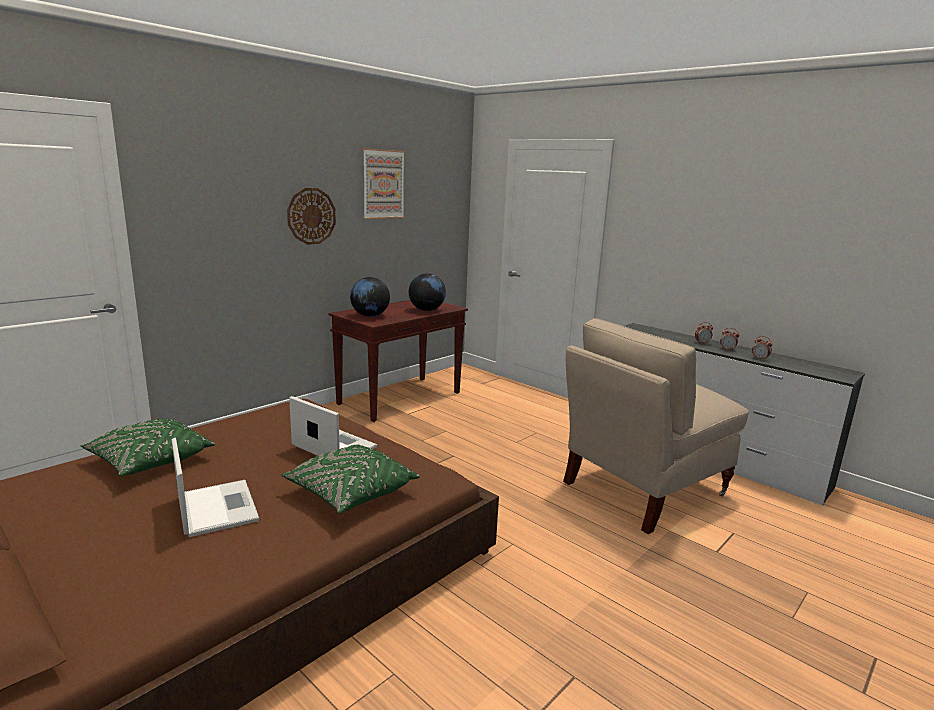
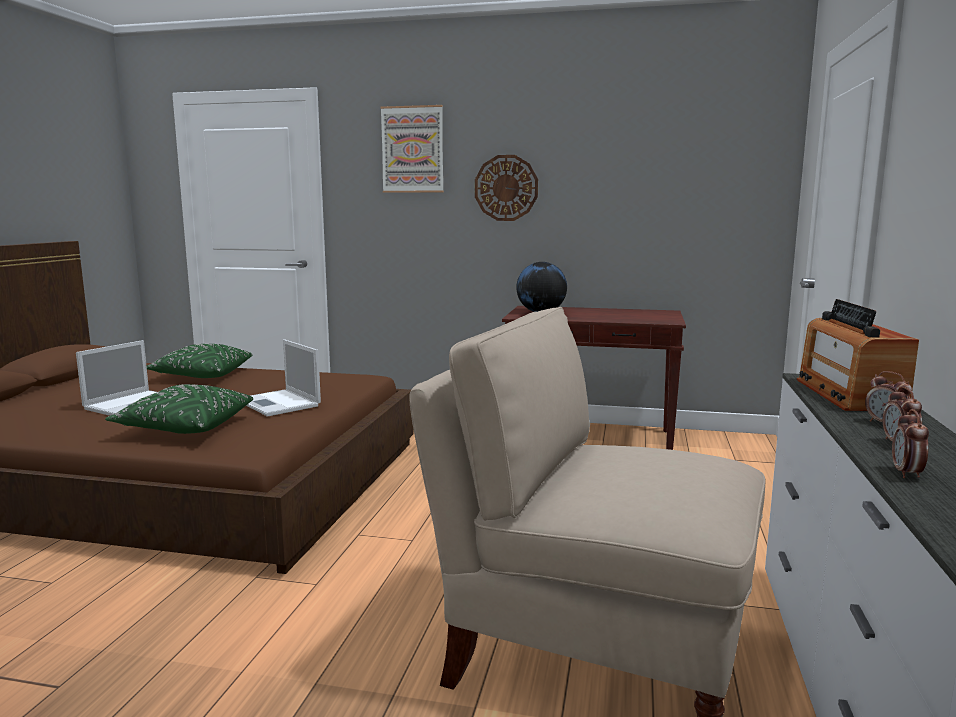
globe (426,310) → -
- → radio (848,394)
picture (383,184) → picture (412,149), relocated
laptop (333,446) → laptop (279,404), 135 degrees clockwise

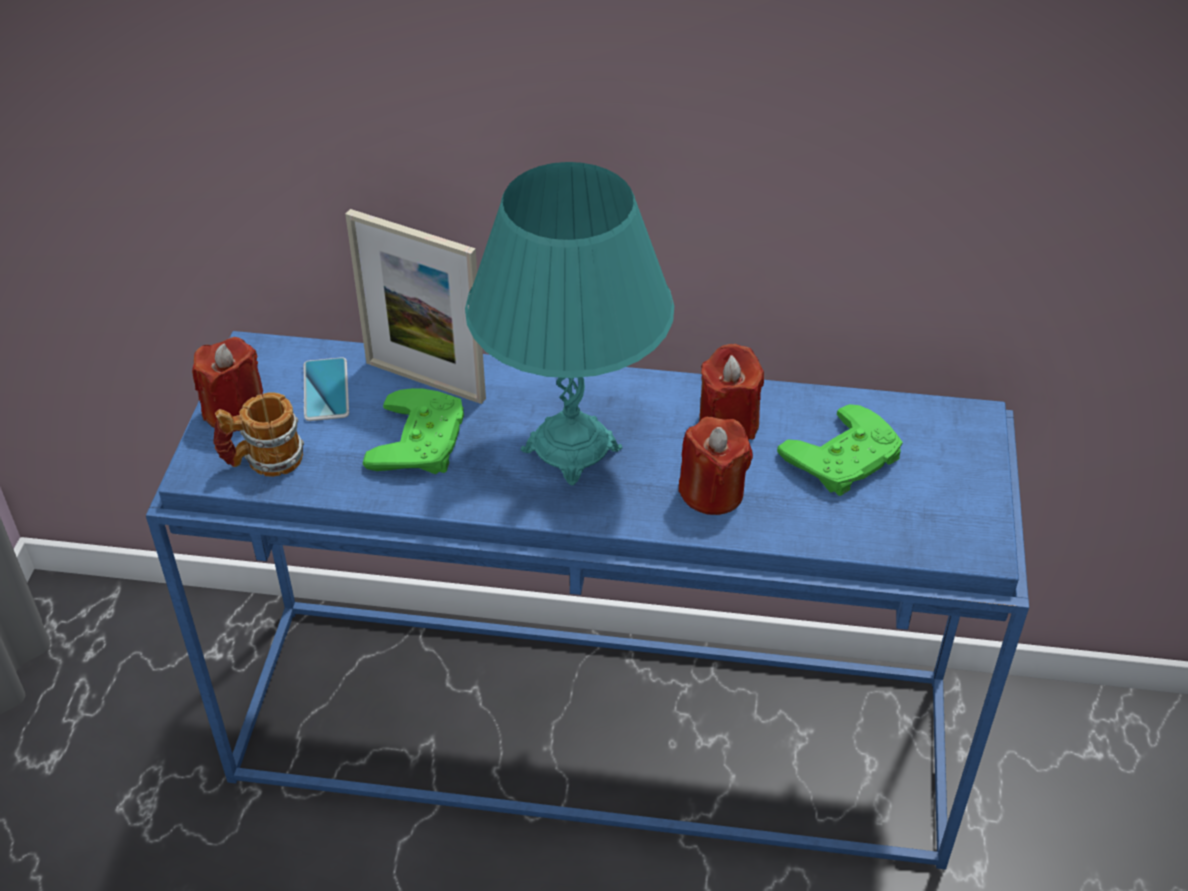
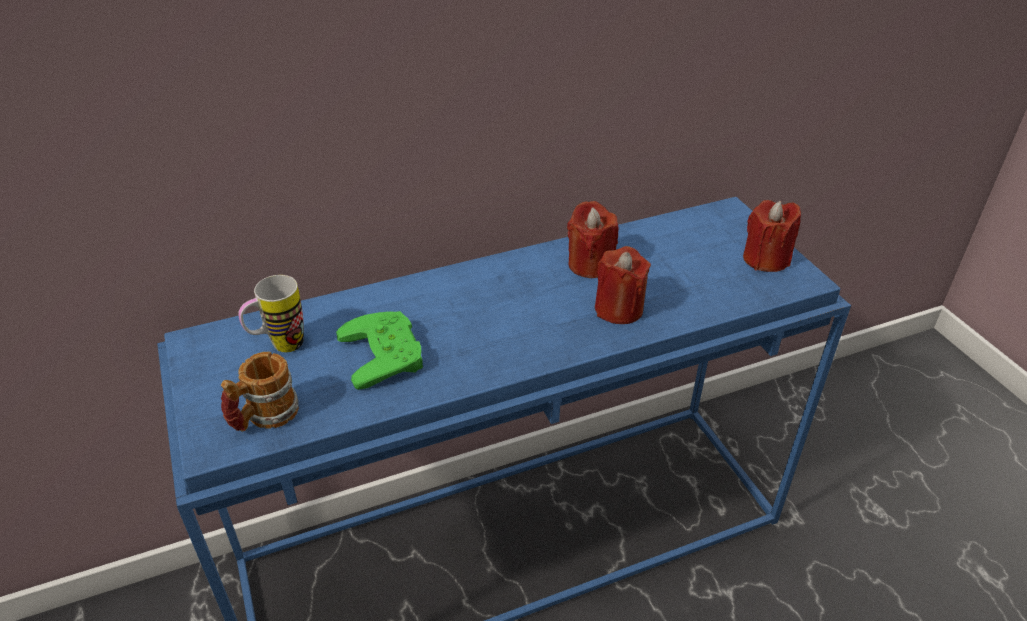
picture frame (425,380) → -
turquoise table lamp (572,449) → -
green game controller (846,461) → -
red candle (236,412) → red candle (765,259), relocated
phone (326,390) → mug (279,347)

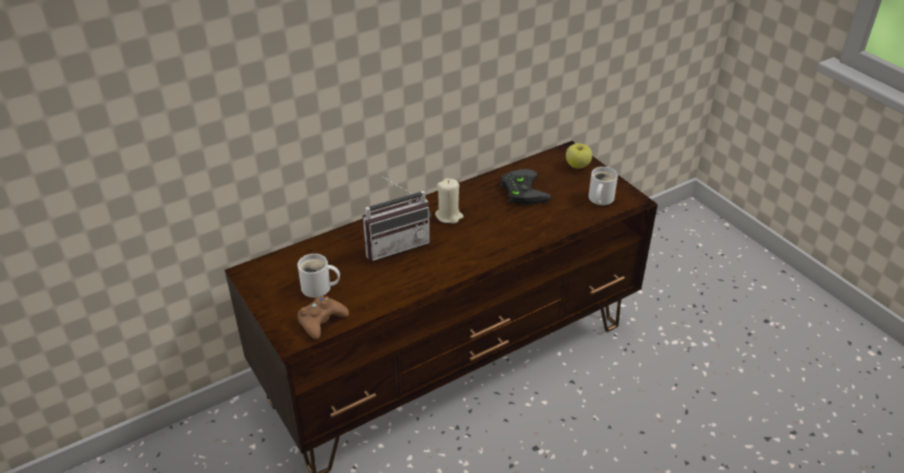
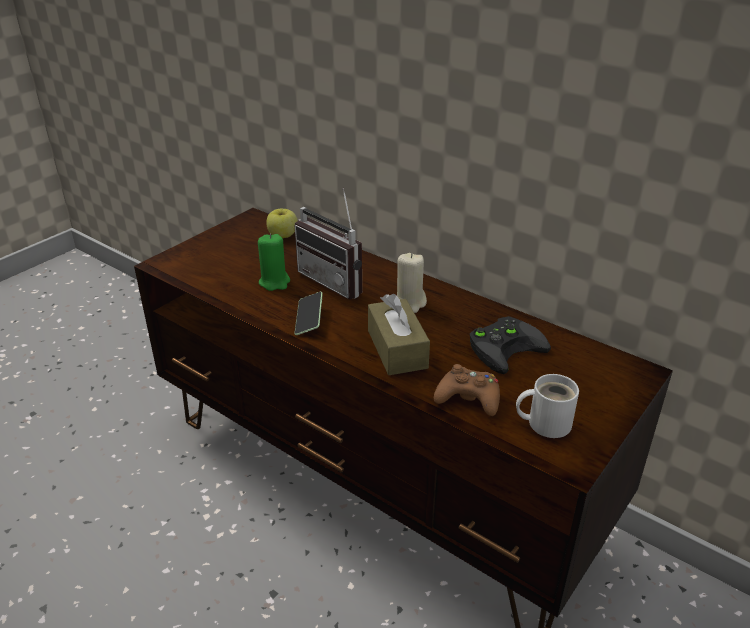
white mug (319,288) → -
- → green candle (274,282)
- → phone (309,320)
- → brown tissue box (397,349)
brown game controller (321,321) → brown game controller (468,398), relocated
apple (577,165) → apple (283,236), relocated

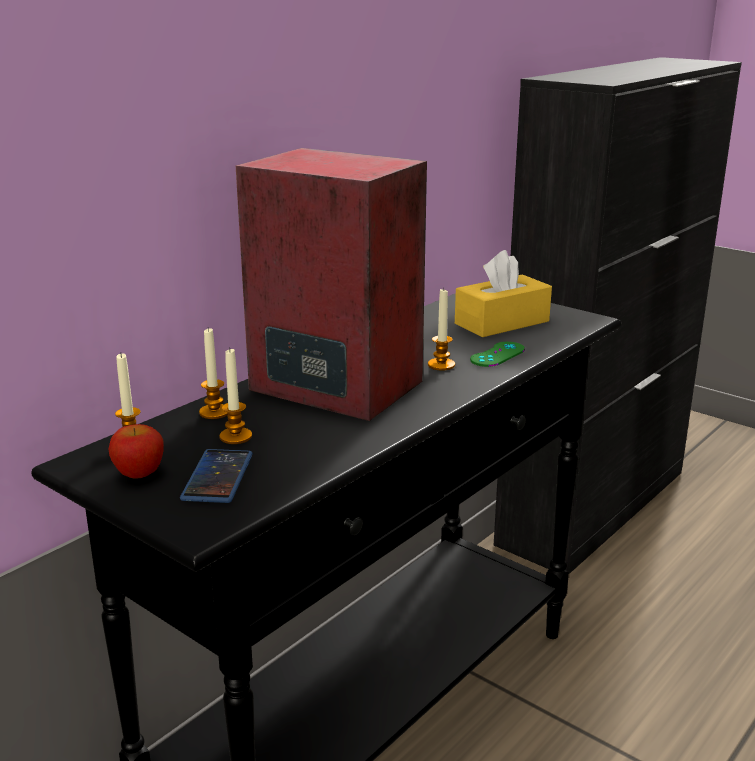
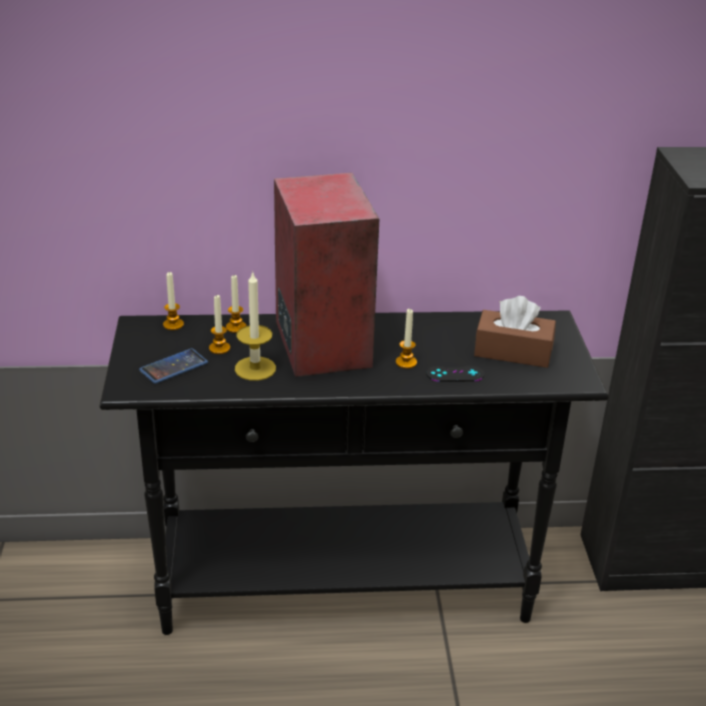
apple (139,473) → -
- → candle (255,368)
yellow tissue box (502,322) → brown tissue box (513,351)
green game controller (497,355) → black game controller (455,374)

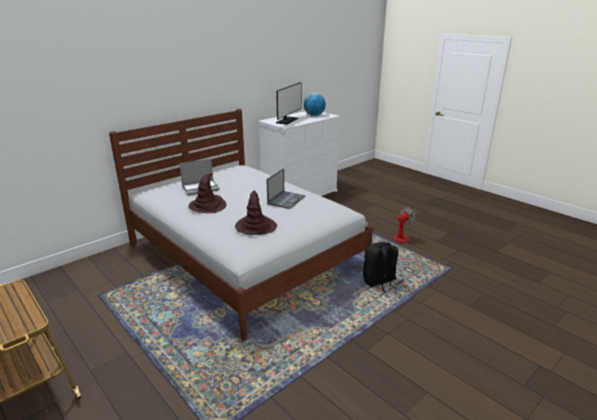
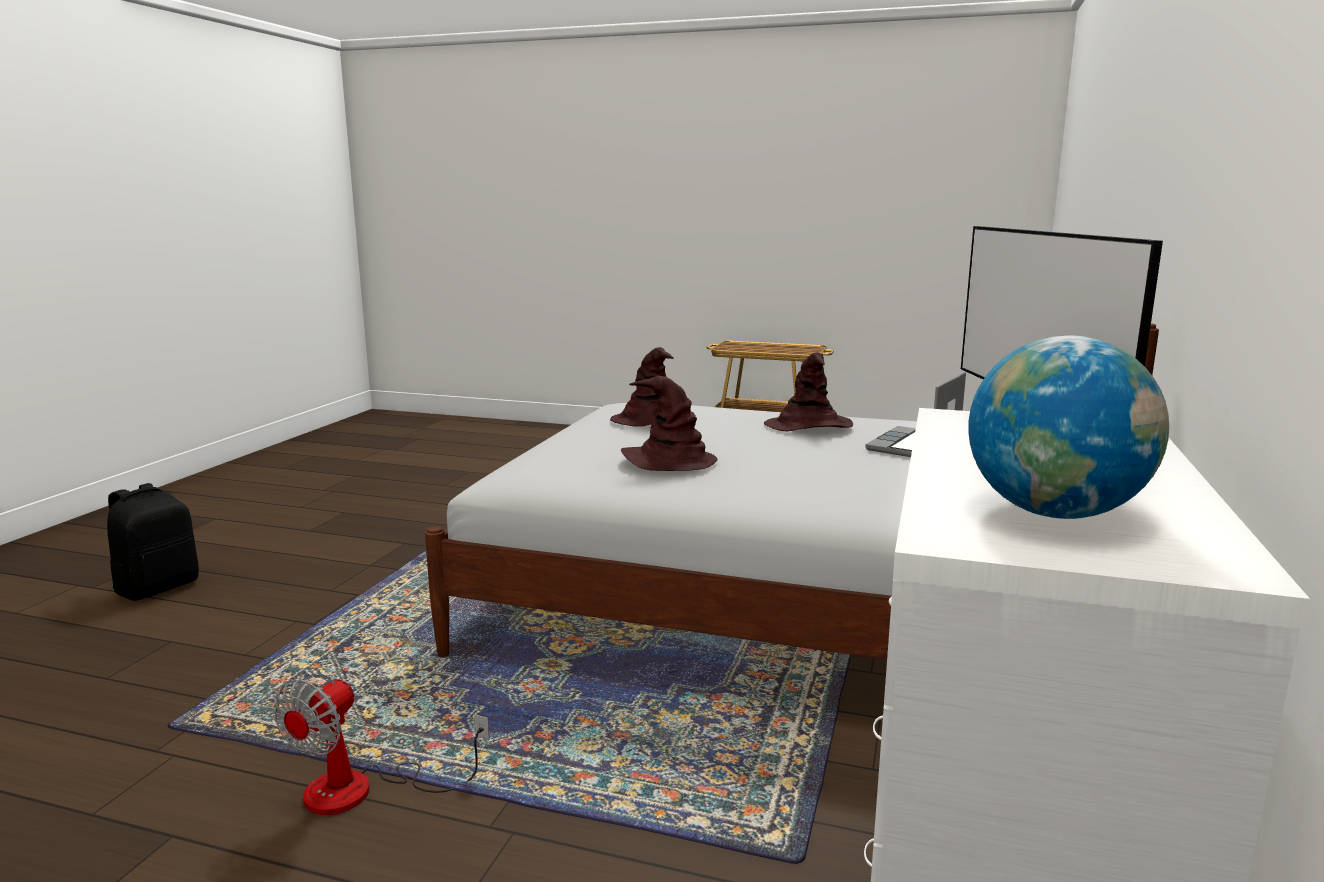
black backpack (379,282) → black backpack (158,587), relocated
laptop (286,200) → brown hat (669,460)

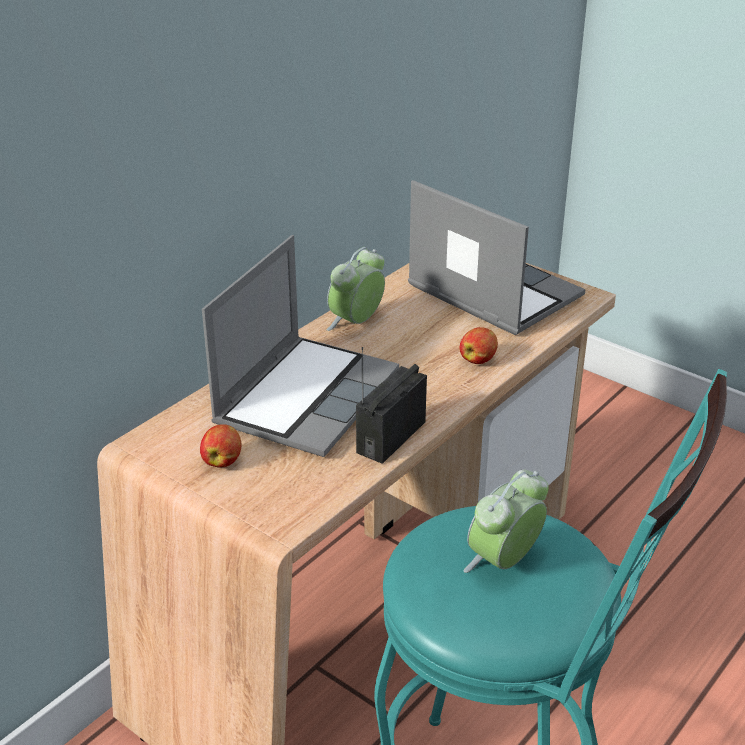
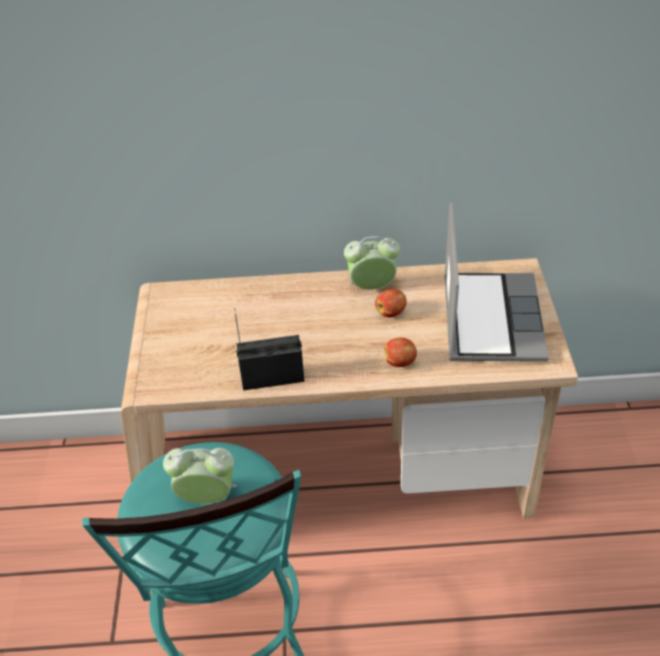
laptop (306,396) → -
apple (222,461) → apple (391,312), relocated

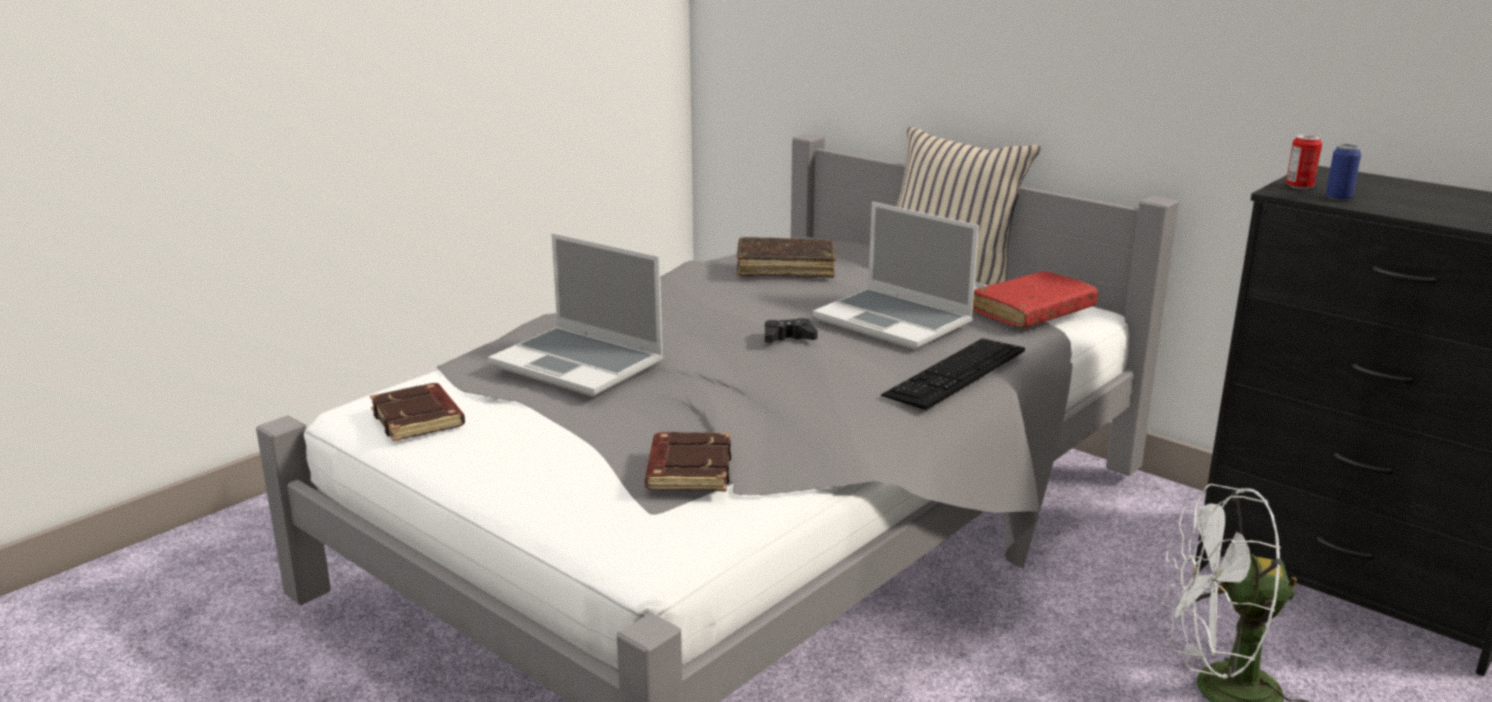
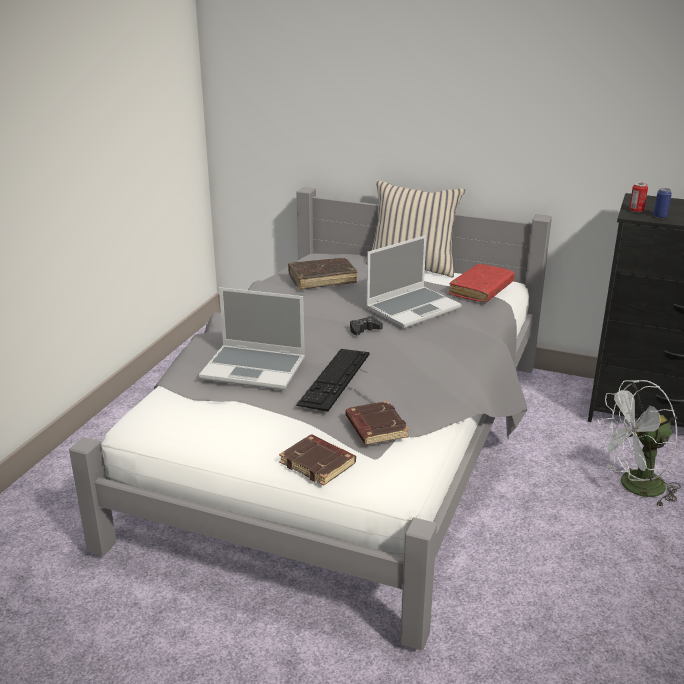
brown book (419,419) → brown book (319,464), relocated
keyboard (955,372) → keyboard (334,378), relocated
laptop (895,321) → laptop (413,308), 60 degrees counterclockwise

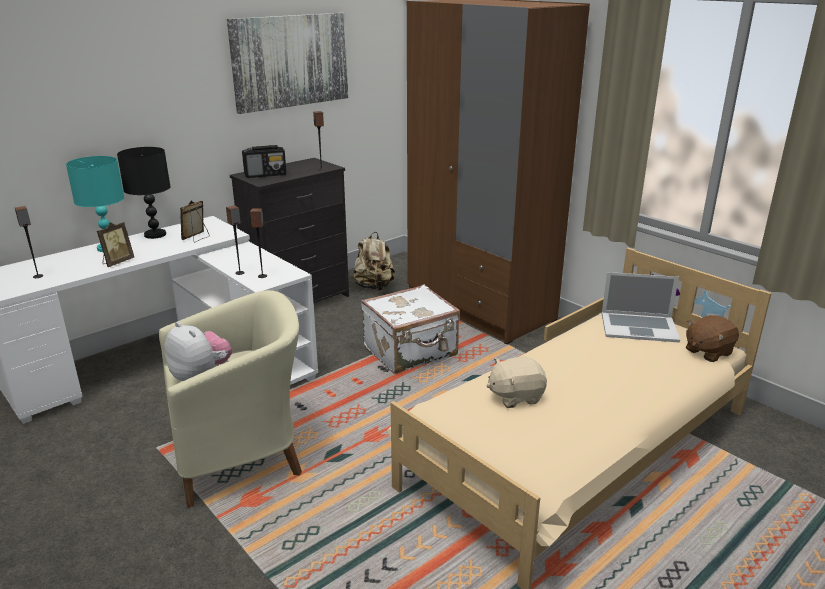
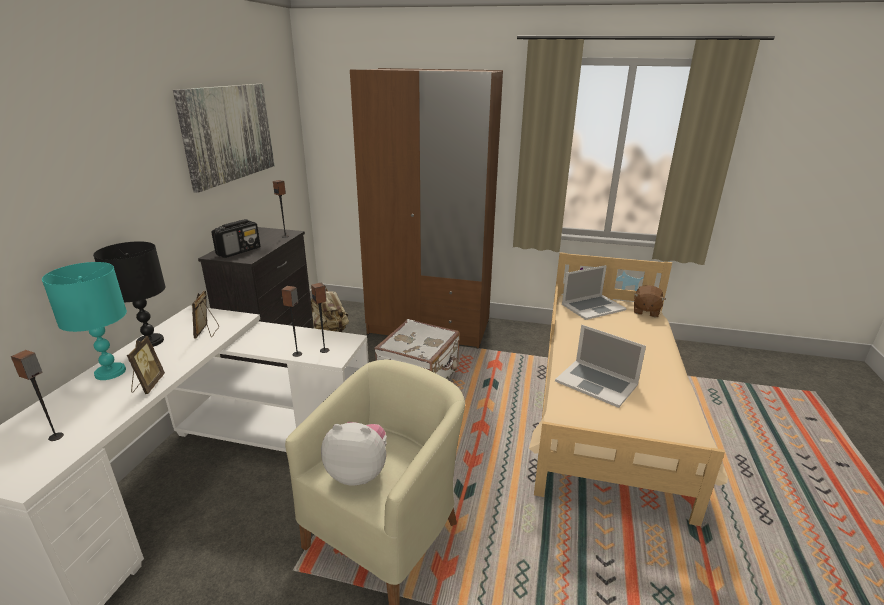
beige plush toy (515,396) → laptop (596,383)

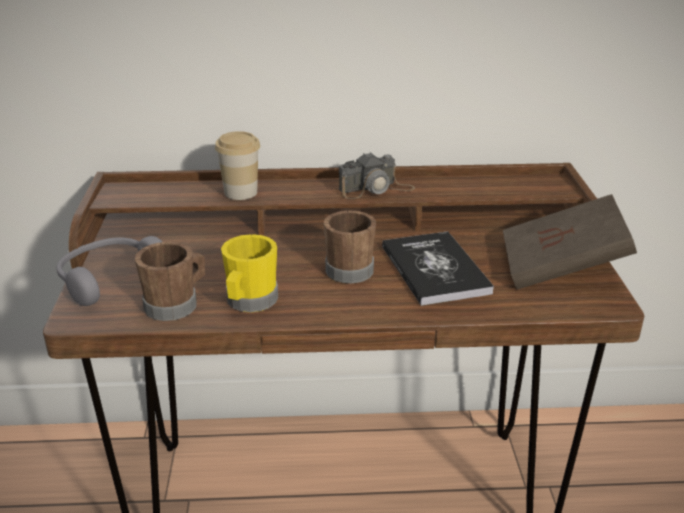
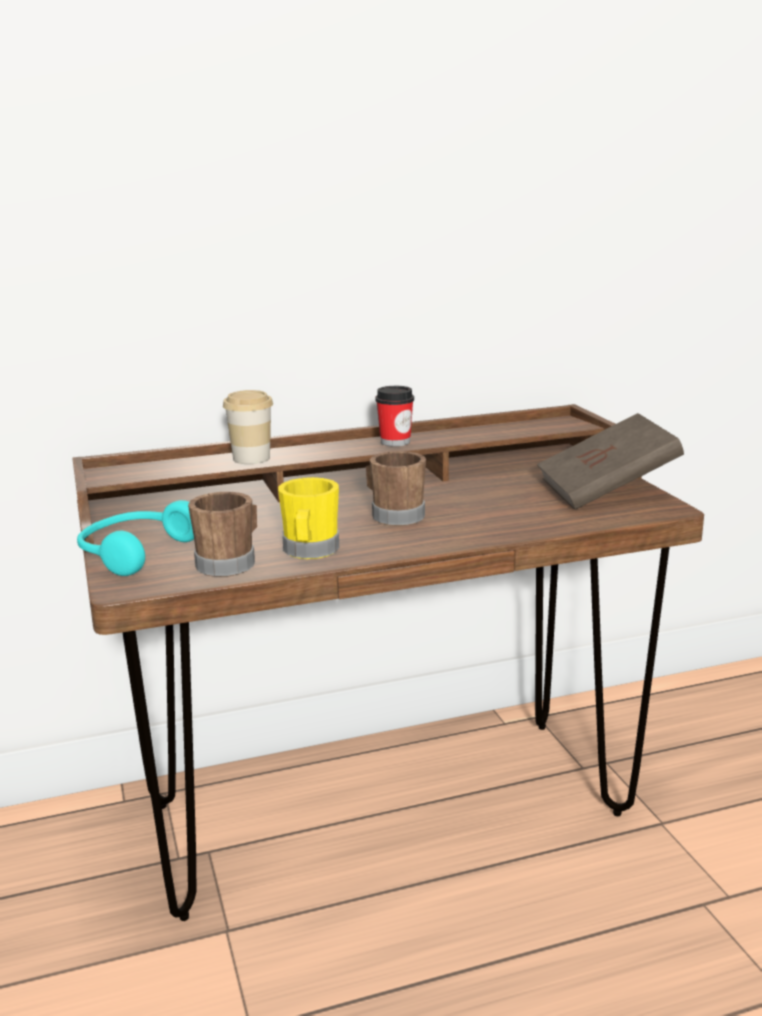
book (434,269) → -
photo camera (376,189) → cup (395,442)
grey headphones (108,278) → turquoise headphones (134,553)

